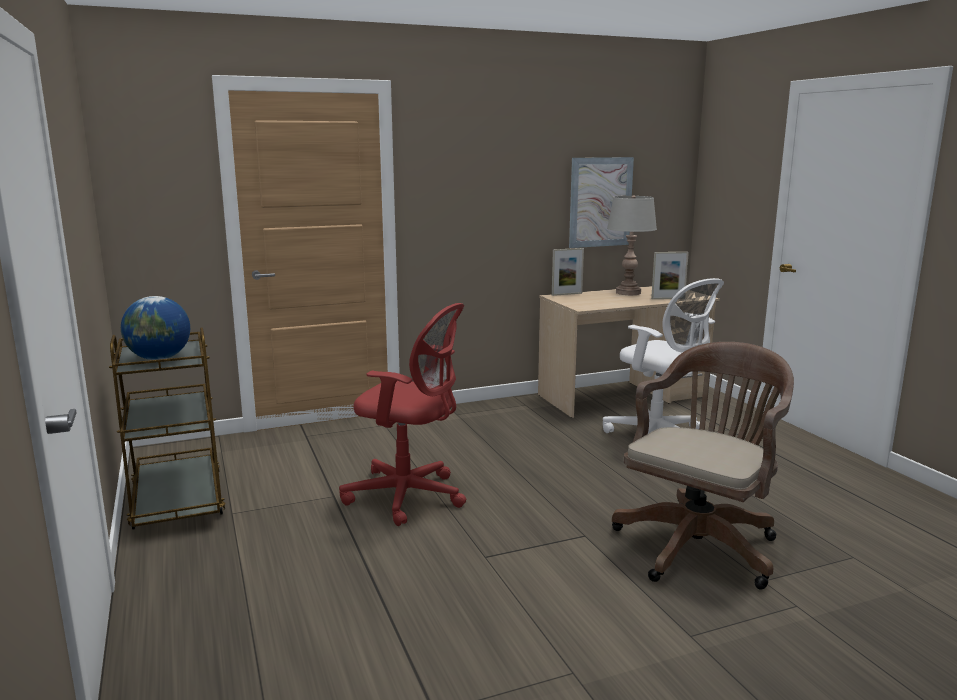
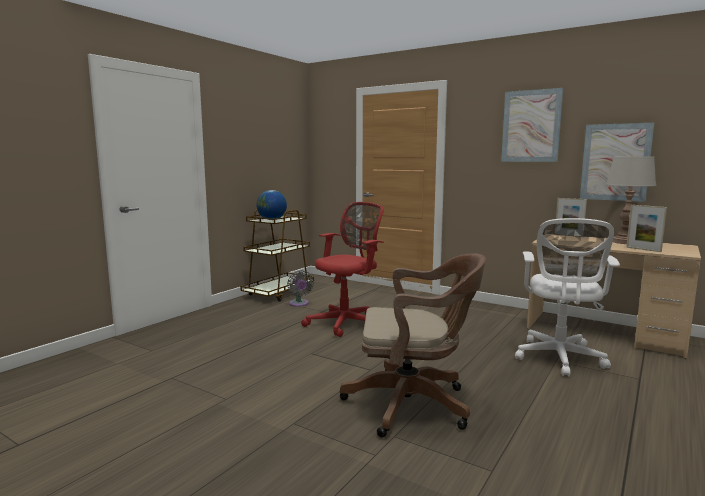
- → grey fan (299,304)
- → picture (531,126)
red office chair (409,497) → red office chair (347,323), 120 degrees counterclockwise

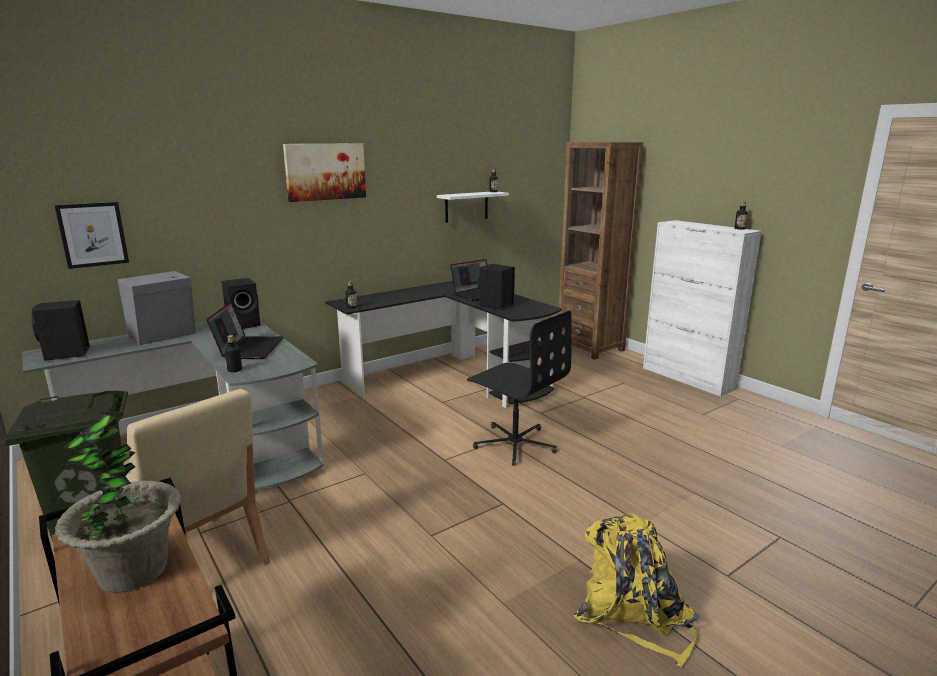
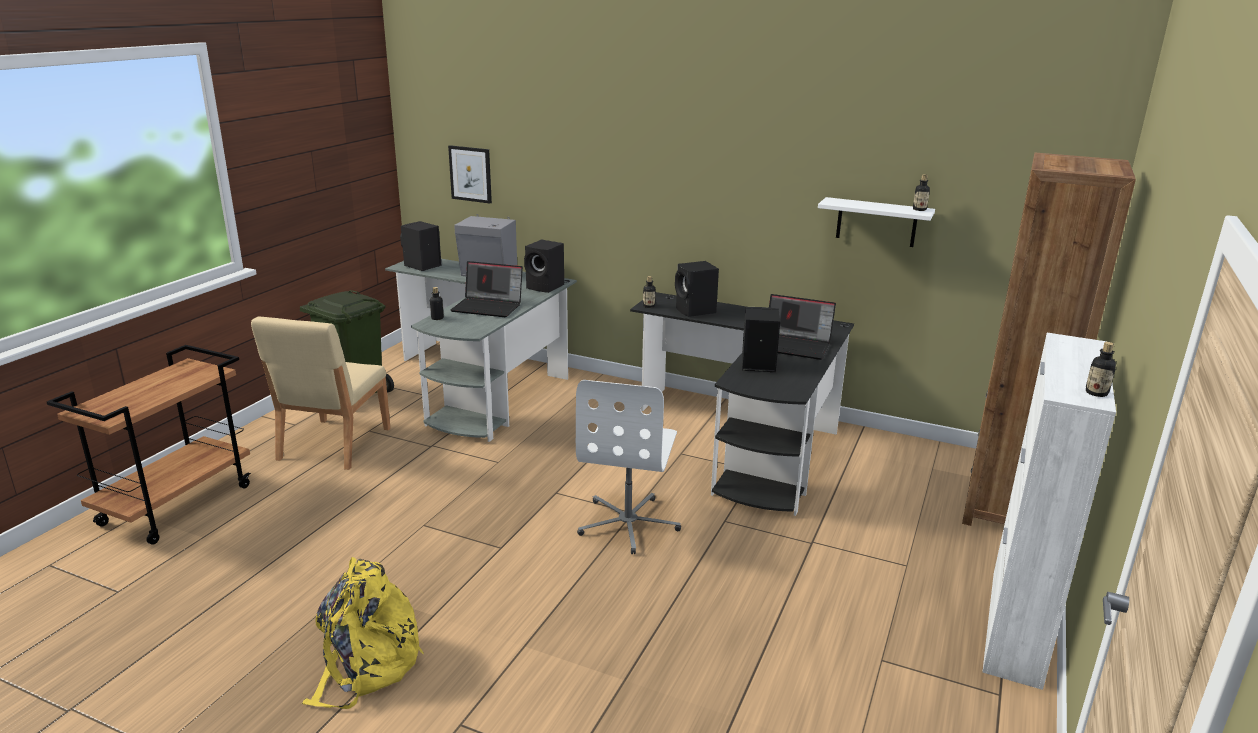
potted plant (133,570) → -
picture (325,171) → -
- → black speaker (696,311)
black office chair (515,443) → white office chair (628,523)
laptop (249,348) → laptop (489,307), 45 degrees clockwise

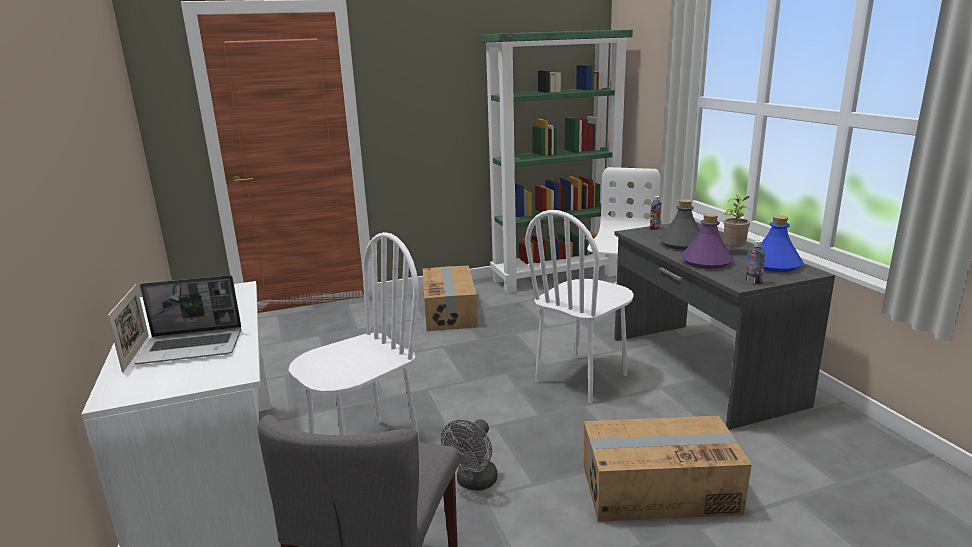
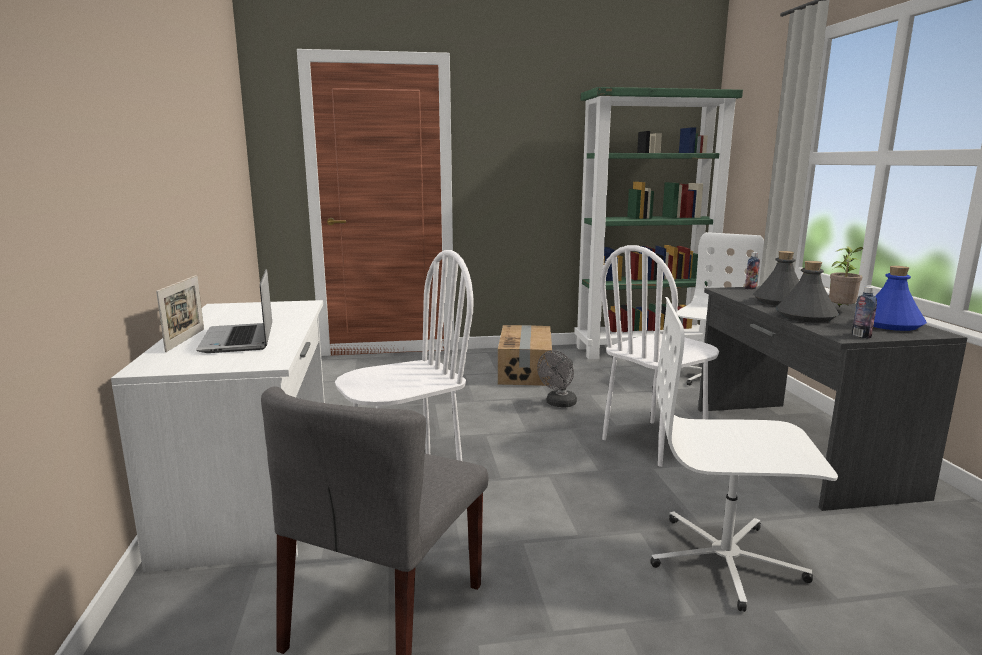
grey fan (474,483) → grey fan (558,404), relocated
cardboard box (658,489) → white office chair (725,560)
purple bottle (706,262) → grey bottle (806,316)
laptop (193,347) → laptop (239,340), 75 degrees clockwise

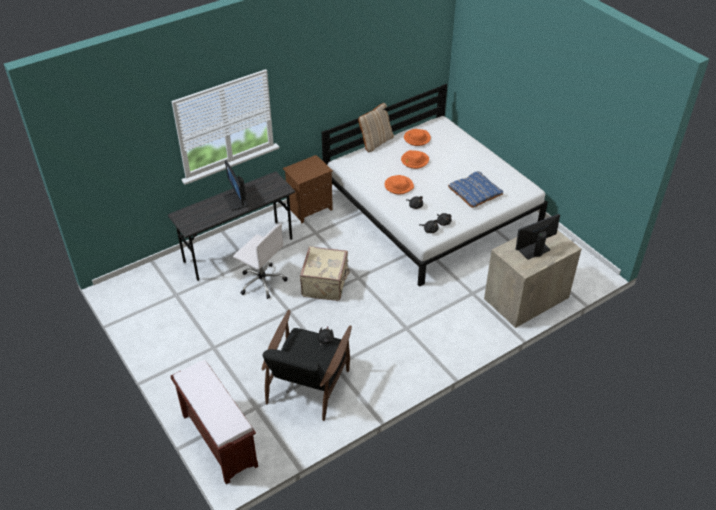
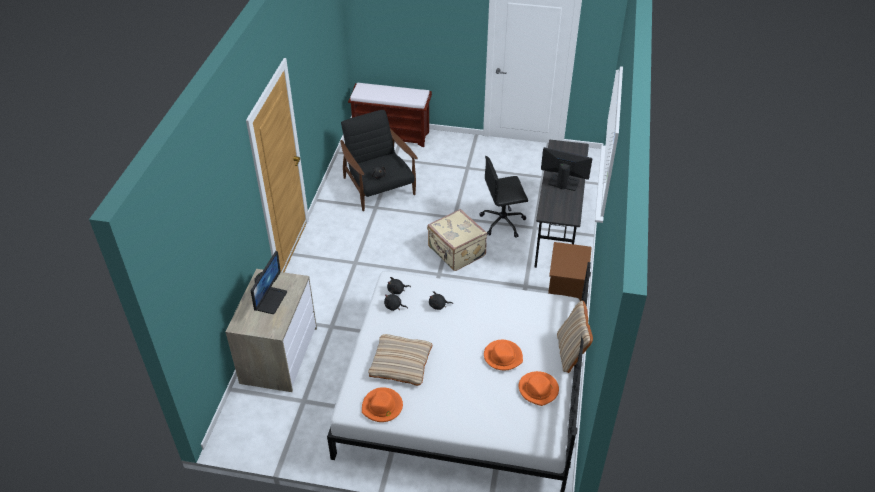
orange hat (398,186) → orange hat (382,407), relocated
white office chair (262,281) → black office chair (503,222)
blue pillow (475,192) → beige pillow (400,363)

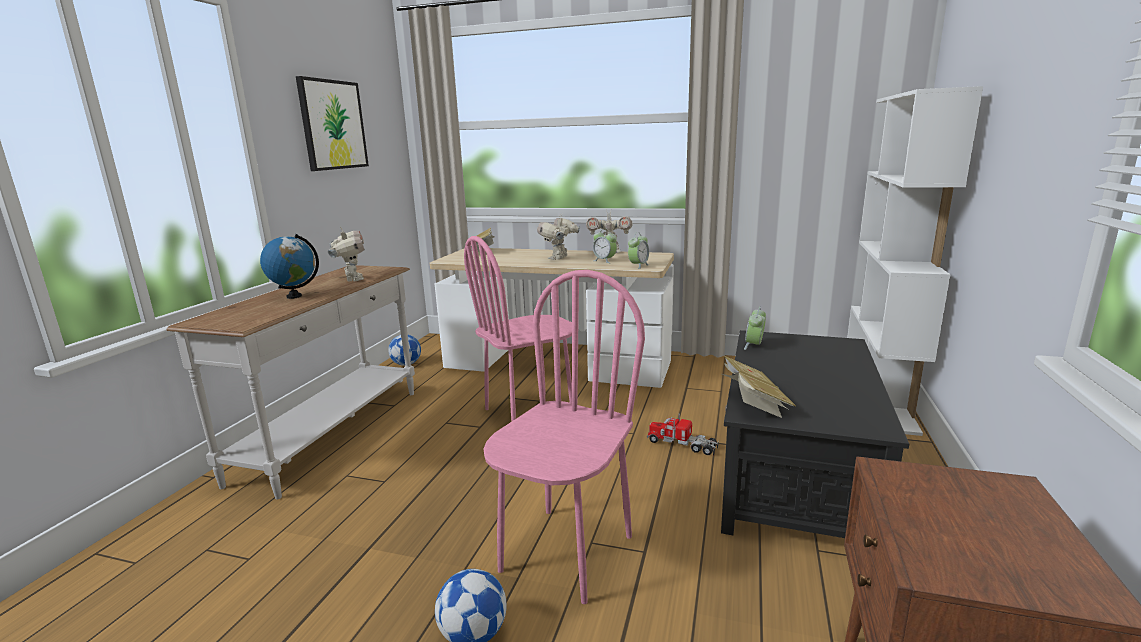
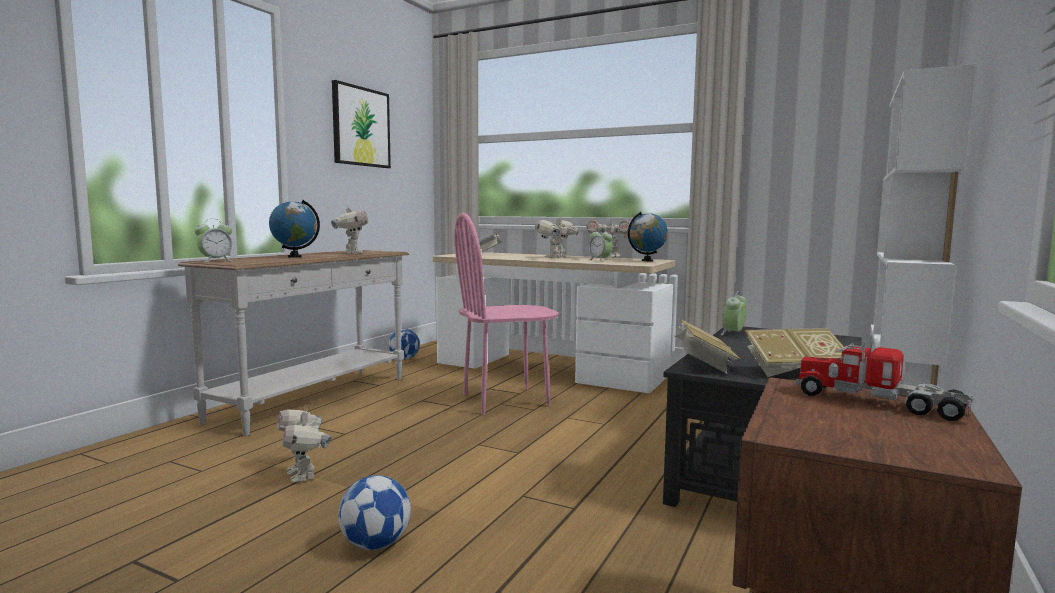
pink chair (566,552) → -
- → toy robot (303,475)
- → globe (647,260)
- → book (795,371)
alarm clock (638,266) → alarm clock (215,261), relocated
toy truck (682,444) → toy truck (879,402), relocated

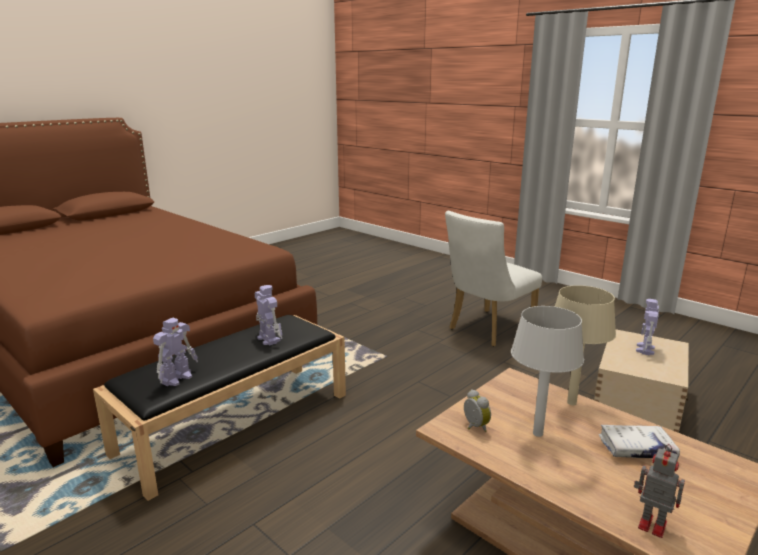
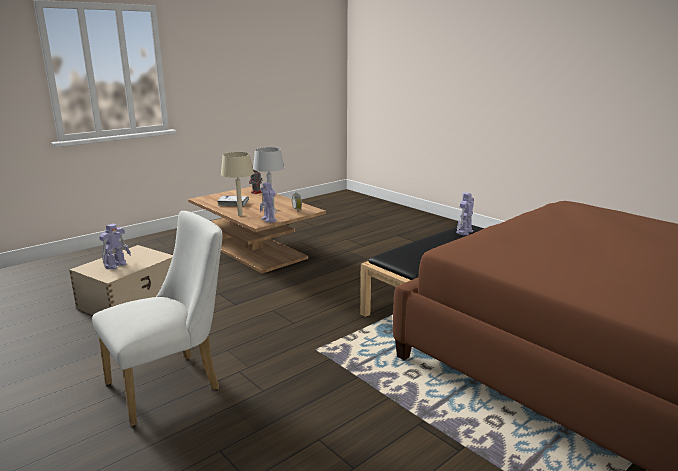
toy robot (268,339) → toy robot (269,220), relocated

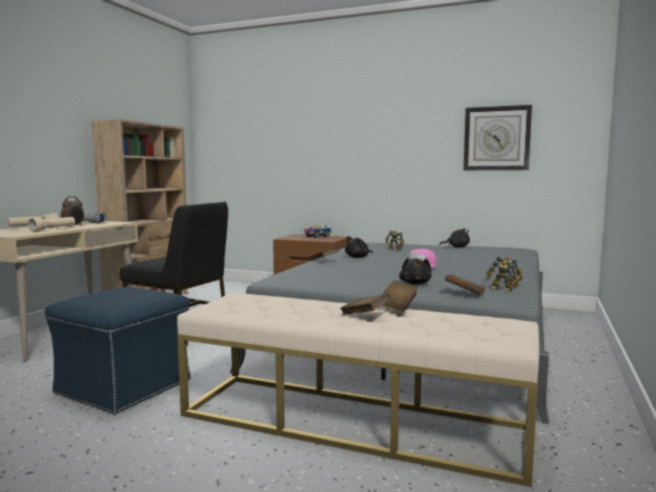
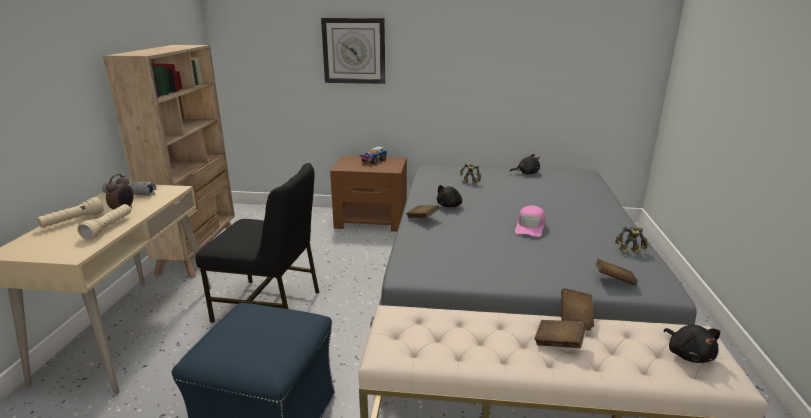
toy robot (501,290) → -
black plush toy (415,283) → black plush toy (688,354), relocated
wall clock (496,138) → wall clock (354,51), relocated

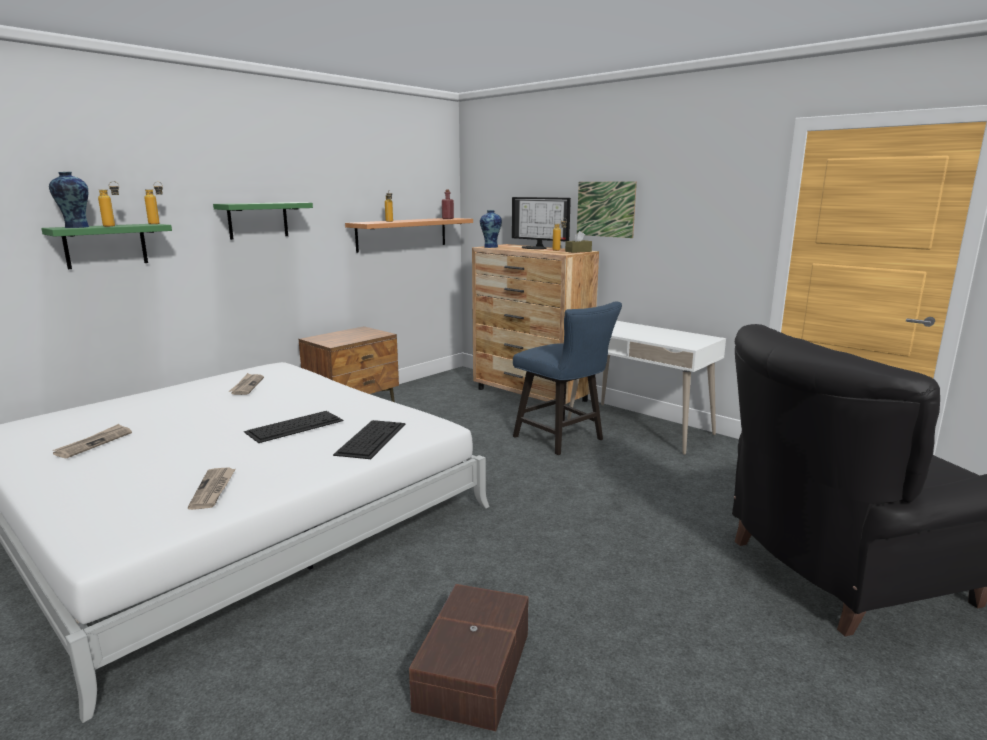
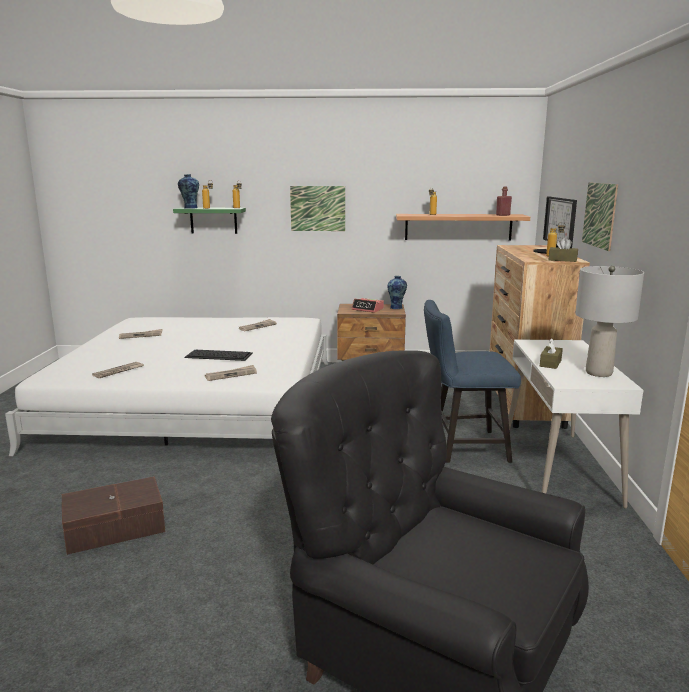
- → alarm clock (367,309)
- → brown tissue box (550,363)
- → grey table lamp (599,373)
vase (491,247) → vase (396,307), relocated
green shelf (258,220) → picture (318,208)
keyboard (371,438) → newspaper (231,375)
blue chair (563,439) → blue chair (463,447), 75 degrees clockwise

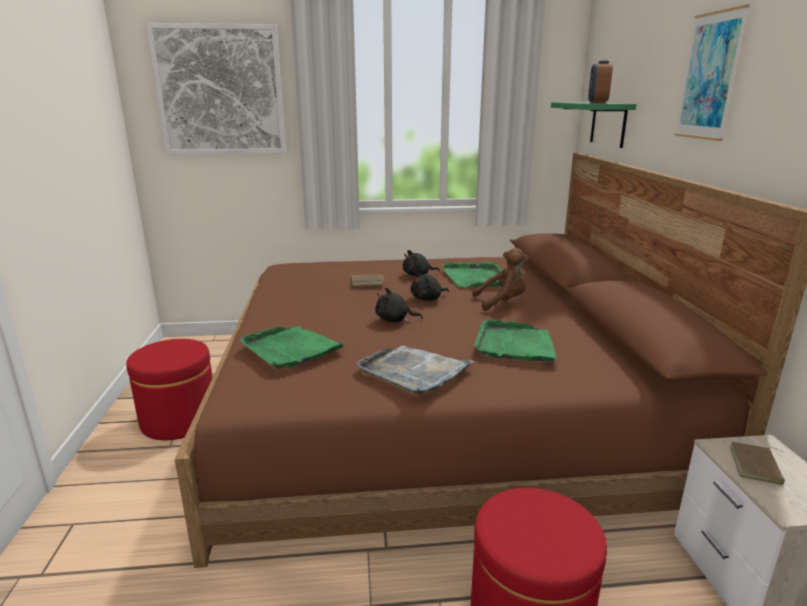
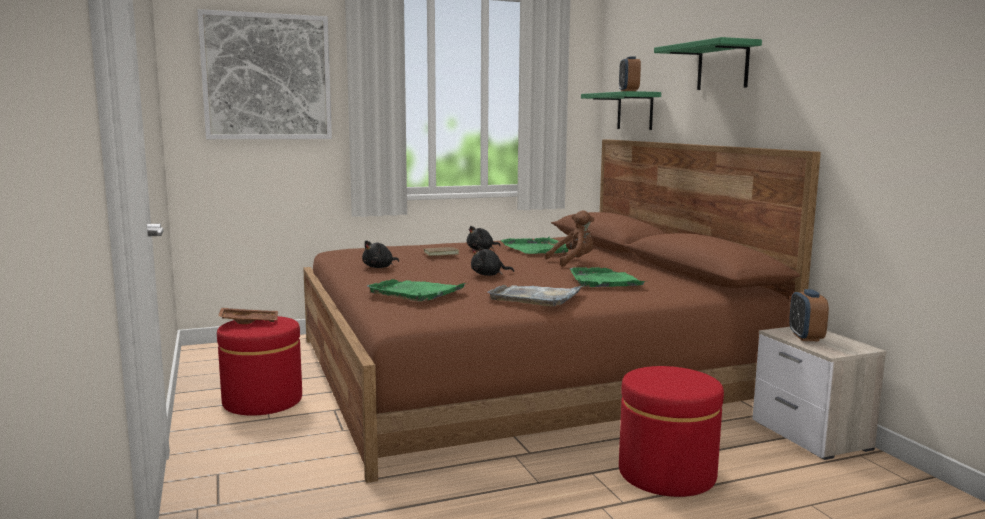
- → brown tray (249,321)
black plush toy (428,299) → black plush toy (379,267), relocated
picture (709,76) → green shelf (723,66)
brown book (757,466) → alarm clock (806,337)

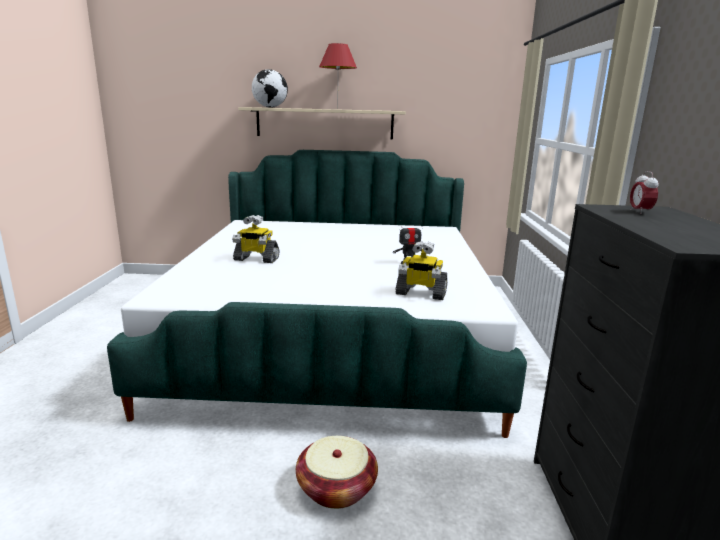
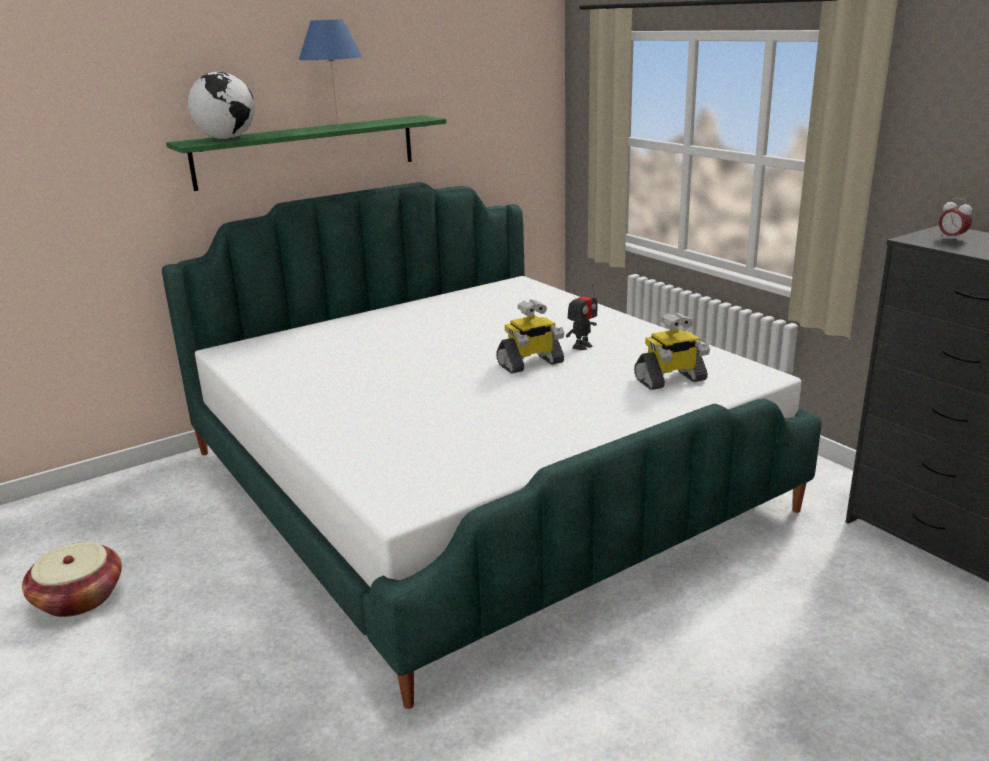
toy robot (256,259) → toy robot (530,364), relocated
basket (336,488) → basket (79,598), relocated
beige shelf (324,123) → green shelf (307,151)
red table lamp (337,109) → blue table lamp (338,127)

